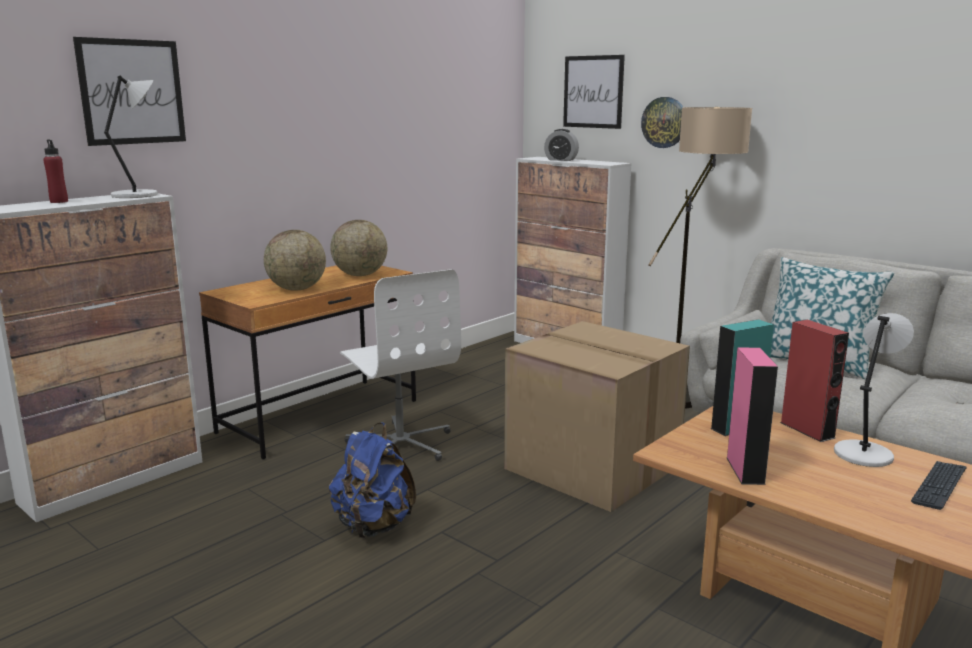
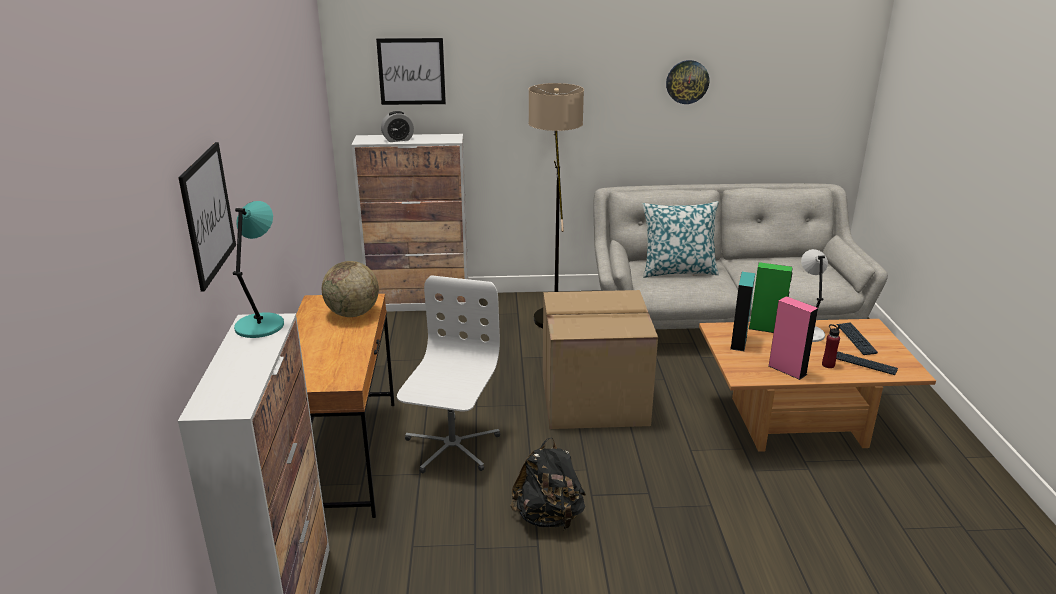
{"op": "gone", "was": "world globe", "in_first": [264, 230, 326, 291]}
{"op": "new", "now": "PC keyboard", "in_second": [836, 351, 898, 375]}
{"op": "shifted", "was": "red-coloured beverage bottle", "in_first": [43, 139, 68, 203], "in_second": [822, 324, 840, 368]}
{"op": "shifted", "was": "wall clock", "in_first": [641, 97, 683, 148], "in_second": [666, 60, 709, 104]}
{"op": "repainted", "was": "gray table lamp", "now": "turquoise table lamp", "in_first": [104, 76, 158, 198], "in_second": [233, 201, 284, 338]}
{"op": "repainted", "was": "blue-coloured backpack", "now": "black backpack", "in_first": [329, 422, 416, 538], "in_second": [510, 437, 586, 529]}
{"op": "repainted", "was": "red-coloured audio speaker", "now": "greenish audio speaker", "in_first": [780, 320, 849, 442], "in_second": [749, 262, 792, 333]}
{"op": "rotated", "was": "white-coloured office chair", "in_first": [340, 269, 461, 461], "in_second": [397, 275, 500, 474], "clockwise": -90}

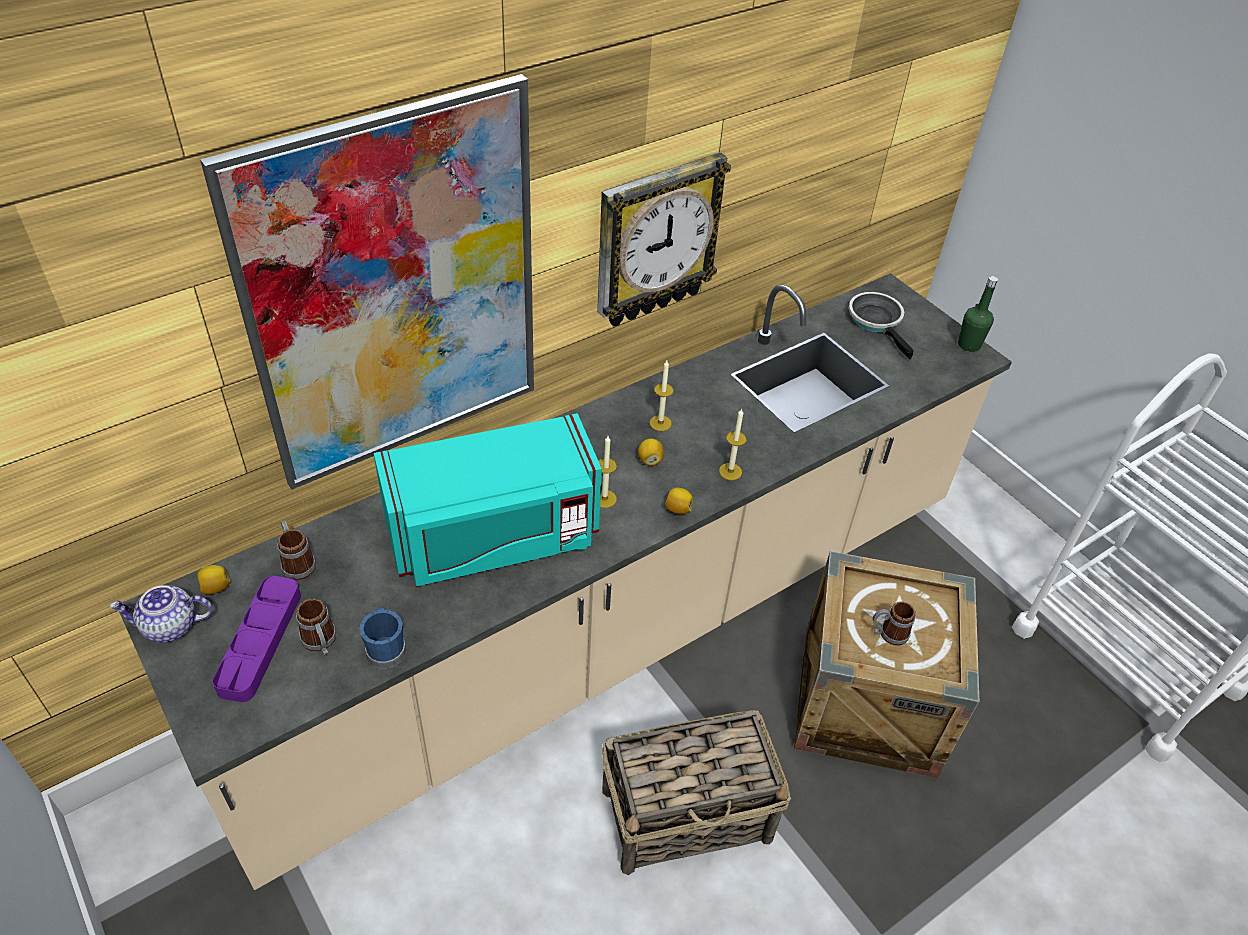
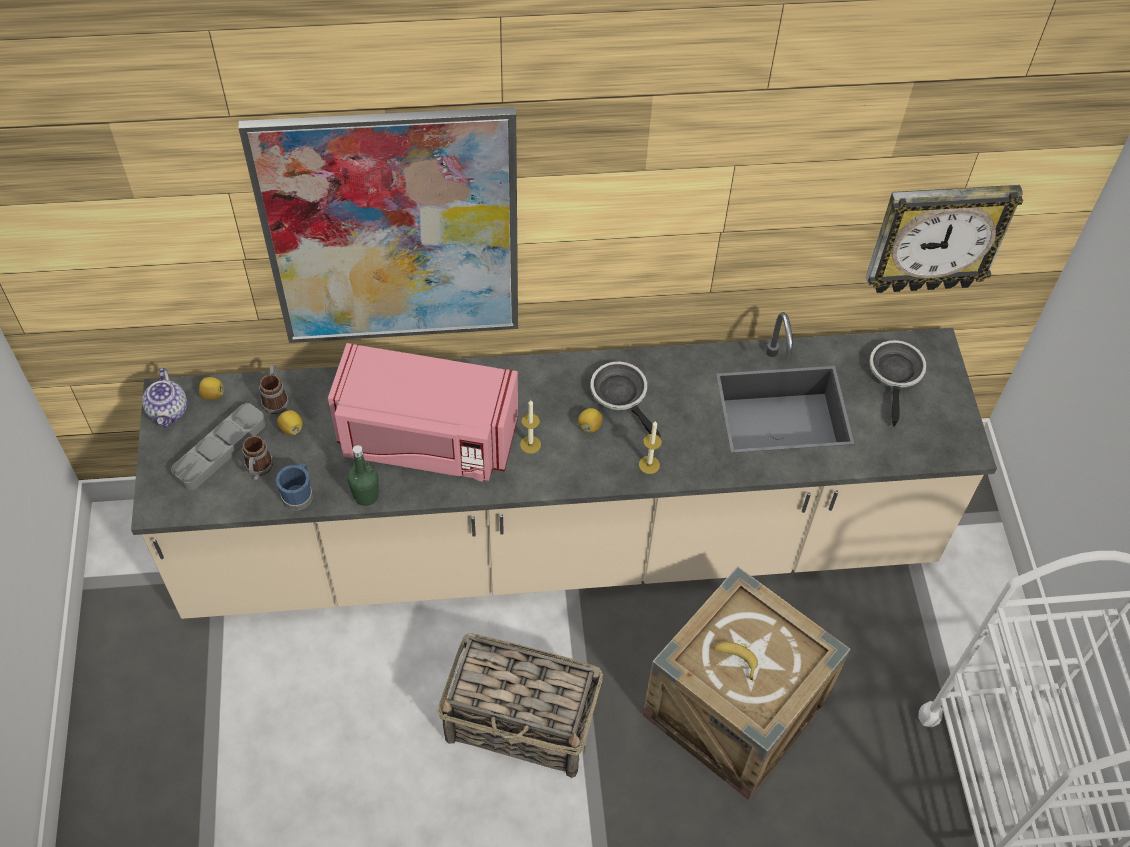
{"op": "shifted", "was": "wall clock", "in_first": [597, 152, 731, 327], "in_second": [866, 185, 1023, 293]}
{"op": "shifted", "was": "whole lemon", "in_first": [665, 488, 693, 514], "in_second": [277, 410, 303, 435]}
{"op": "shifted", "was": "greenish beverage bottle", "in_first": [958, 276, 998, 352], "in_second": [347, 445, 379, 506]}
{"op": "swapped", "was": "wax light", "now": "skillet", "in_first": [650, 360, 674, 431], "in_second": [590, 362, 661, 437]}
{"op": "swapped", "was": "mug", "now": "whole banana", "in_first": [873, 602, 915, 646], "in_second": [713, 642, 758, 680]}
{"op": "repainted", "was": "purple-coloured serving tray", "now": "gray serving tray", "in_first": [212, 576, 301, 702], "in_second": [171, 403, 266, 490]}
{"op": "repainted", "was": "turquoise kitchen microwave", "now": "pinkish kitchen microwave", "in_first": [374, 413, 602, 586], "in_second": [328, 343, 518, 482]}
{"op": "rotated", "was": "teapot", "in_first": [110, 585, 213, 643], "in_second": [142, 368, 187, 428], "clockwise": -120}

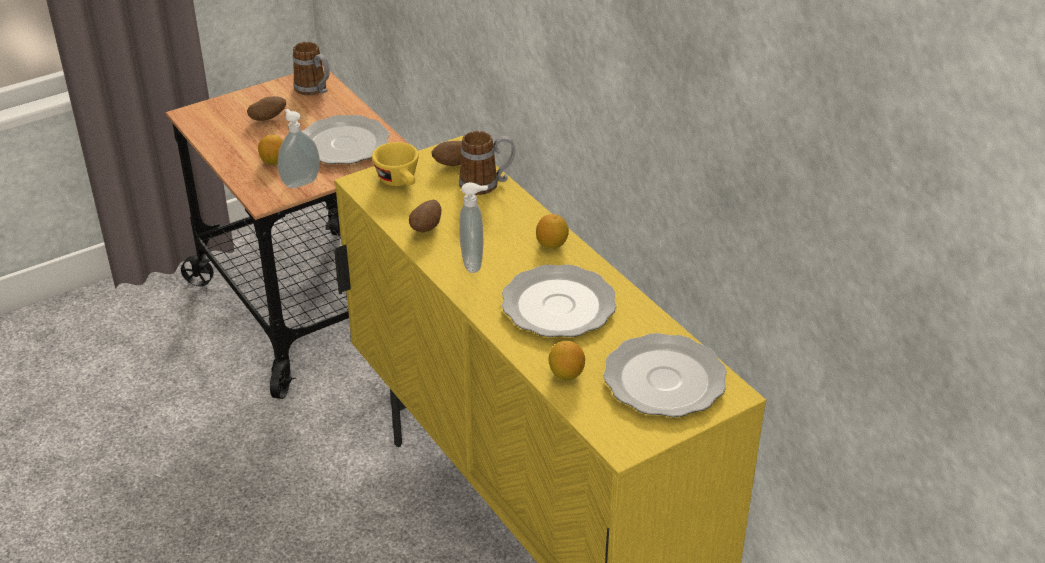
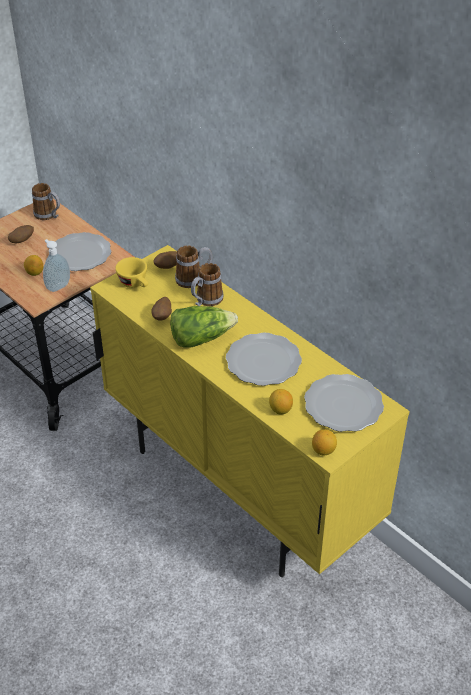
{"op": "new", "now": "mug", "in_second": [191, 263, 223, 306]}
{"op": "shifted", "was": "whole lemon", "in_first": [536, 214, 569, 249], "in_second": [312, 429, 337, 455]}
{"op": "swapped", "was": "liquid soap bottle", "now": "lettuce", "in_first": [460, 182, 488, 273], "in_second": [170, 306, 238, 348]}

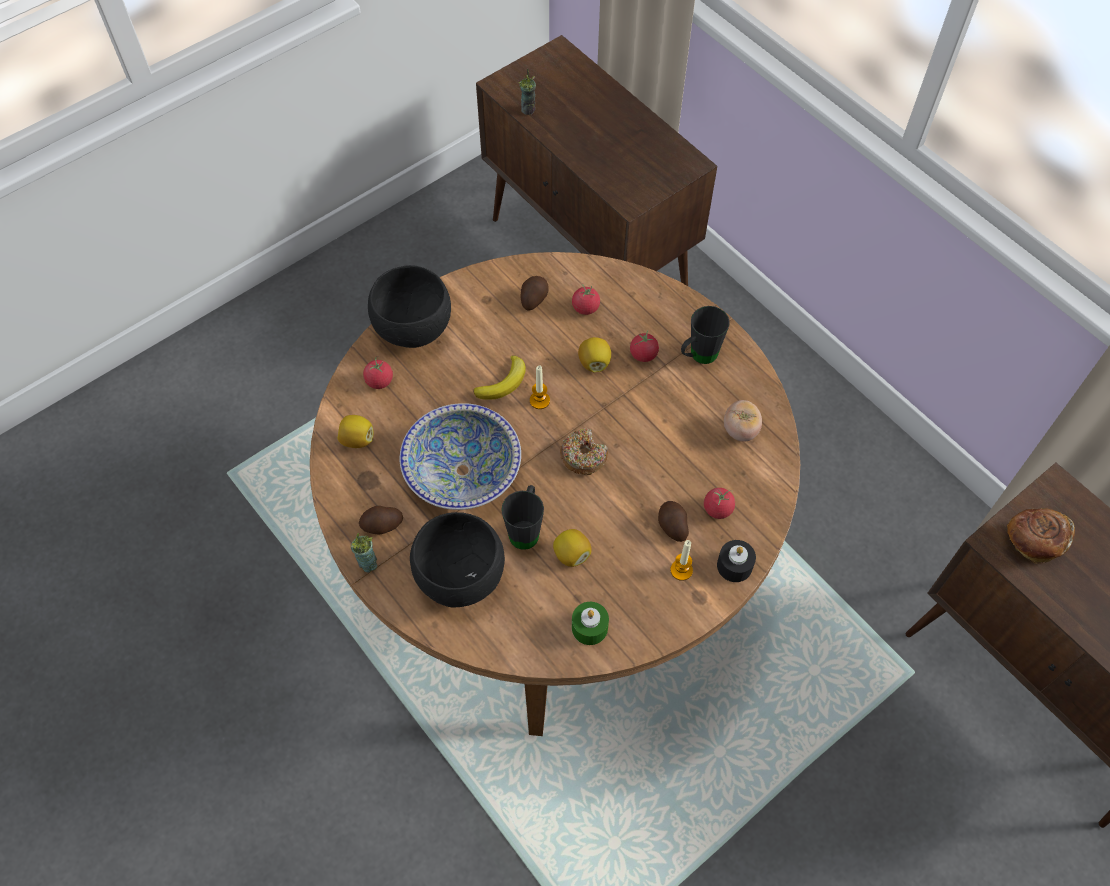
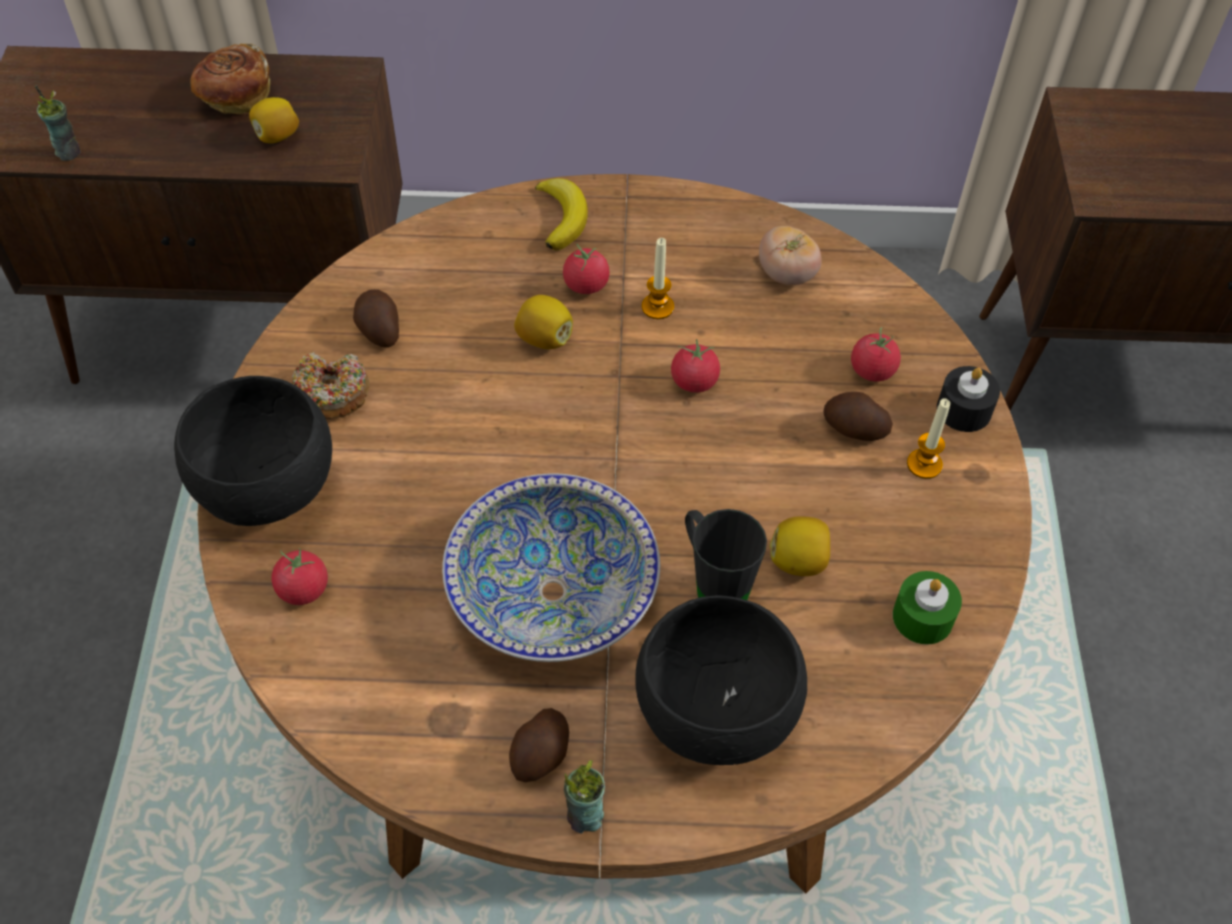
{"op": "gone", "was": "black mug", "in_first": [681, 306, 730, 364]}
{"op": "shifted", "was": "whole lemon", "in_first": [337, 415, 373, 448], "in_second": [249, 97, 299, 143]}
{"op": "shifted", "was": "whole banana", "in_first": [473, 355, 526, 400], "in_second": [535, 178, 588, 251]}
{"op": "shifted", "was": "wax light", "in_first": [530, 366, 550, 409], "in_second": [642, 238, 674, 319]}
{"op": "shifted", "was": "donut", "in_first": [560, 428, 608, 475], "in_second": [292, 351, 369, 419]}
{"op": "shifted", "was": "whole tomato", "in_first": [572, 283, 600, 315], "in_second": [671, 339, 720, 393]}
{"op": "shifted", "was": "baked bread", "in_first": [1007, 509, 1075, 564], "in_second": [191, 43, 270, 114]}

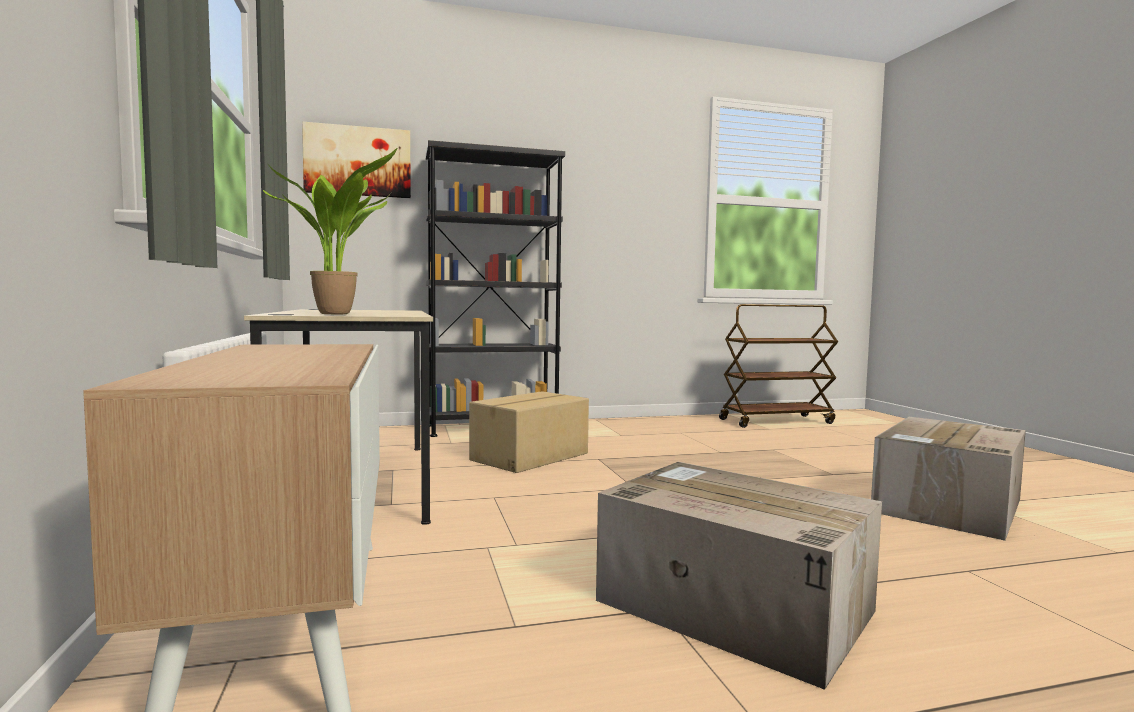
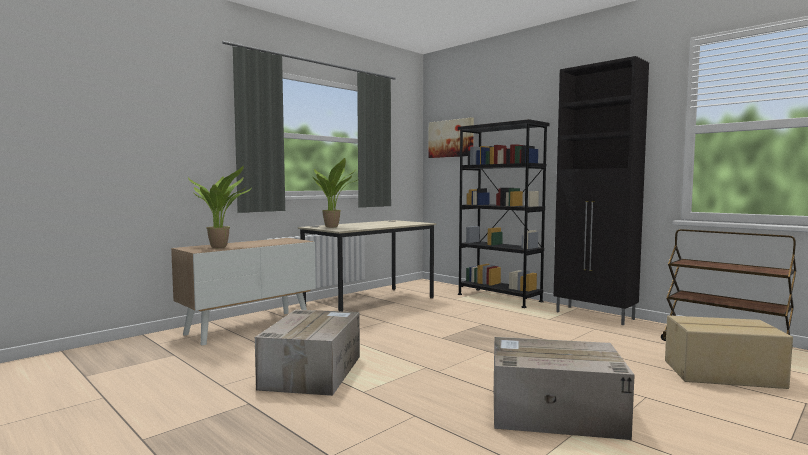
{"op": "new", "now": "houseplant", "in_second": [188, 166, 252, 248]}
{"op": "new", "now": "black cabinet", "in_second": [554, 56, 649, 325]}
{"op": "shifted", "was": "carton", "in_first": [469, 391, 589, 473], "in_second": [665, 316, 793, 389]}

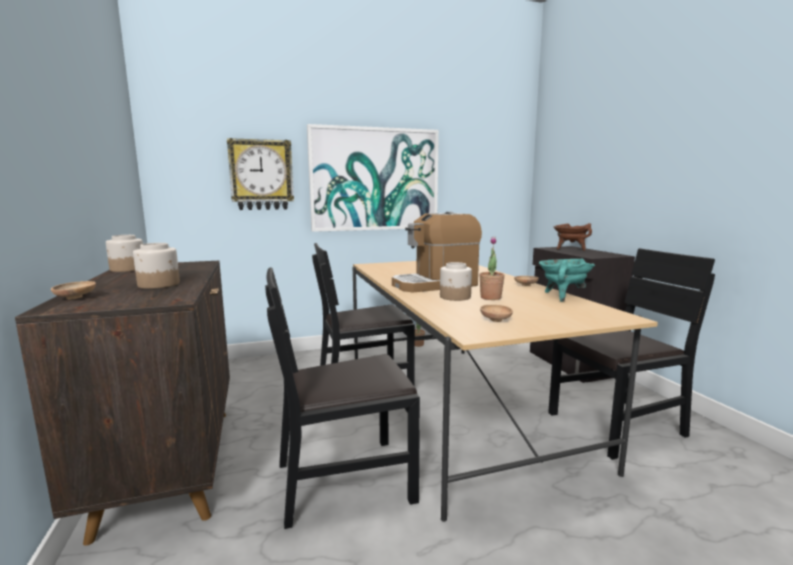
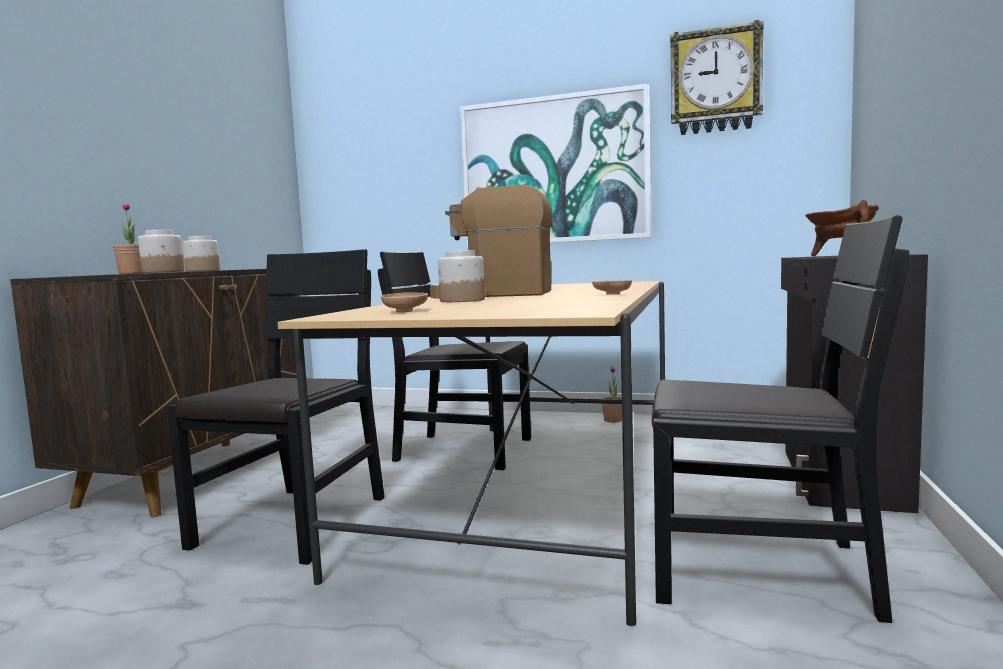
{"op": "gone", "was": "brown serving bowl", "in_first": [51, 281, 96, 300]}
{"op": "gone", "was": "turquoise saucepot", "in_first": [539, 259, 595, 302]}
{"op": "shifted", "was": "wall clock", "in_first": [227, 138, 294, 210], "in_second": [670, 20, 764, 135]}
{"op": "shifted", "was": "houseplant", "in_first": [479, 237, 504, 300], "in_second": [113, 202, 142, 274]}
{"op": "rotated", "was": "black plain chair", "in_first": [265, 268, 420, 529], "in_second": [167, 249, 385, 565], "clockwise": 90}

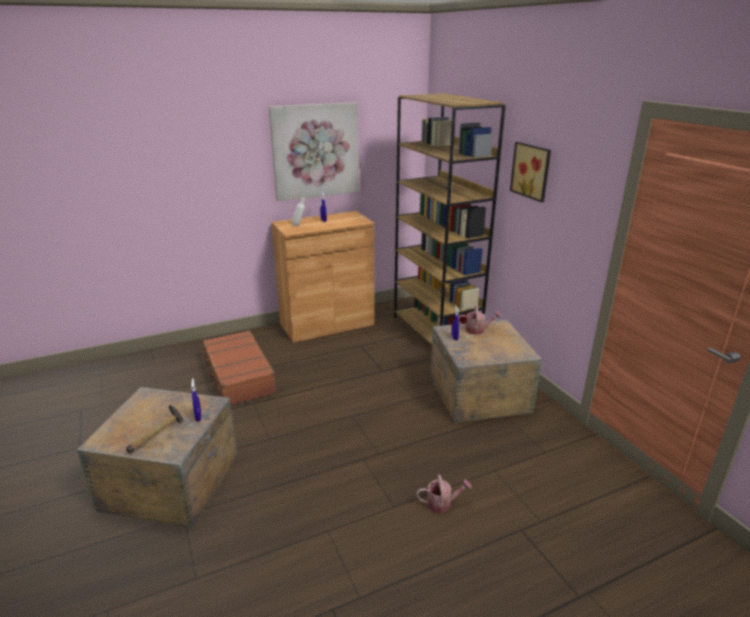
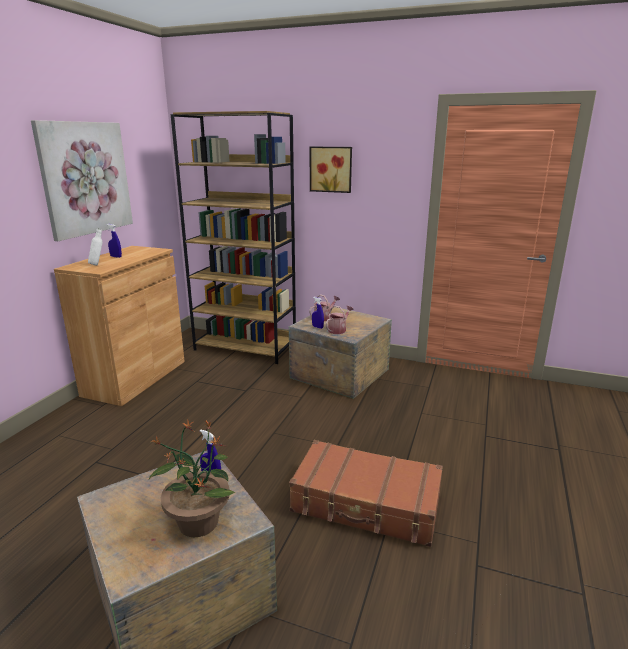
{"op": "shifted", "was": "brown suitcase", "in_first": [203, 330, 277, 405], "in_second": [289, 440, 443, 547]}
{"op": "shifted", "was": "watering pot", "in_first": [416, 474, 472, 513], "in_second": [326, 305, 353, 334]}
{"op": "swapped", "was": "hammer", "now": "houseplant", "in_first": [126, 405, 184, 453], "in_second": [149, 420, 235, 537]}

